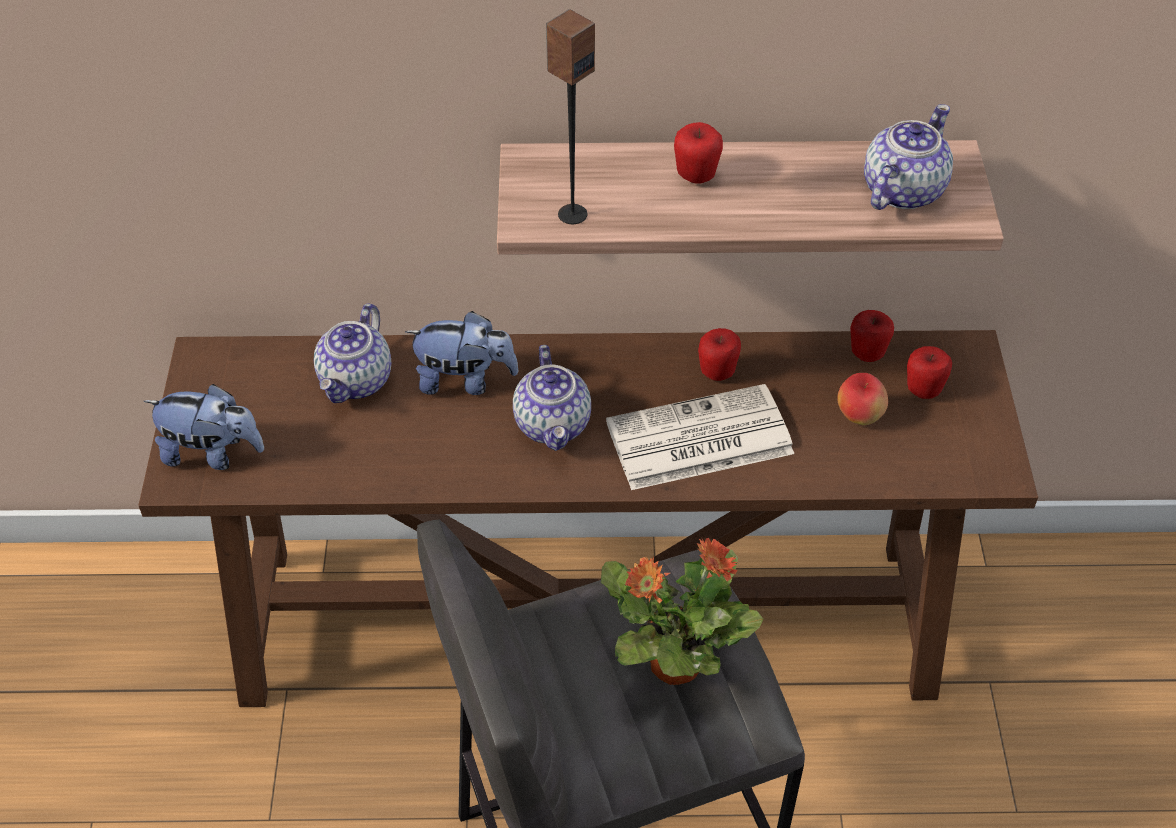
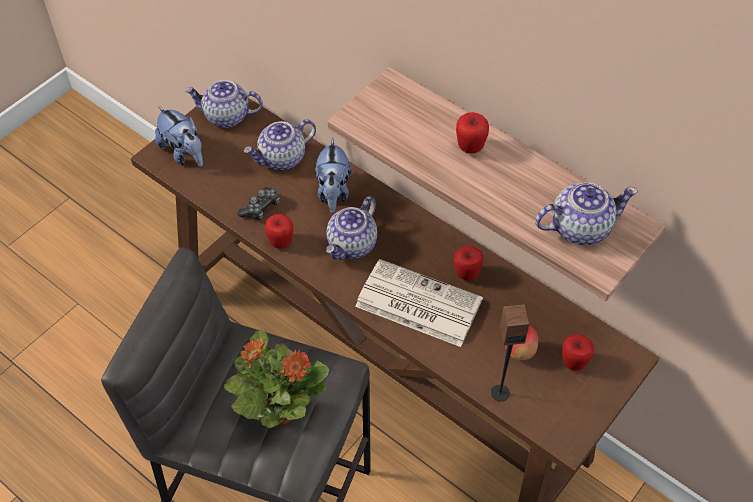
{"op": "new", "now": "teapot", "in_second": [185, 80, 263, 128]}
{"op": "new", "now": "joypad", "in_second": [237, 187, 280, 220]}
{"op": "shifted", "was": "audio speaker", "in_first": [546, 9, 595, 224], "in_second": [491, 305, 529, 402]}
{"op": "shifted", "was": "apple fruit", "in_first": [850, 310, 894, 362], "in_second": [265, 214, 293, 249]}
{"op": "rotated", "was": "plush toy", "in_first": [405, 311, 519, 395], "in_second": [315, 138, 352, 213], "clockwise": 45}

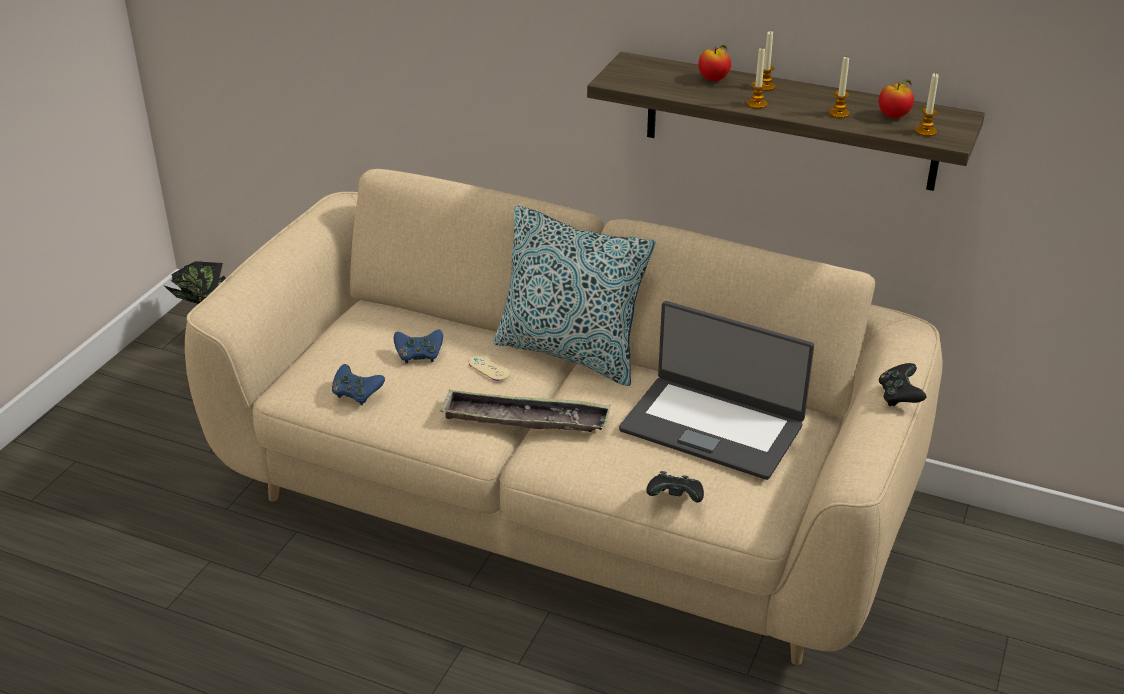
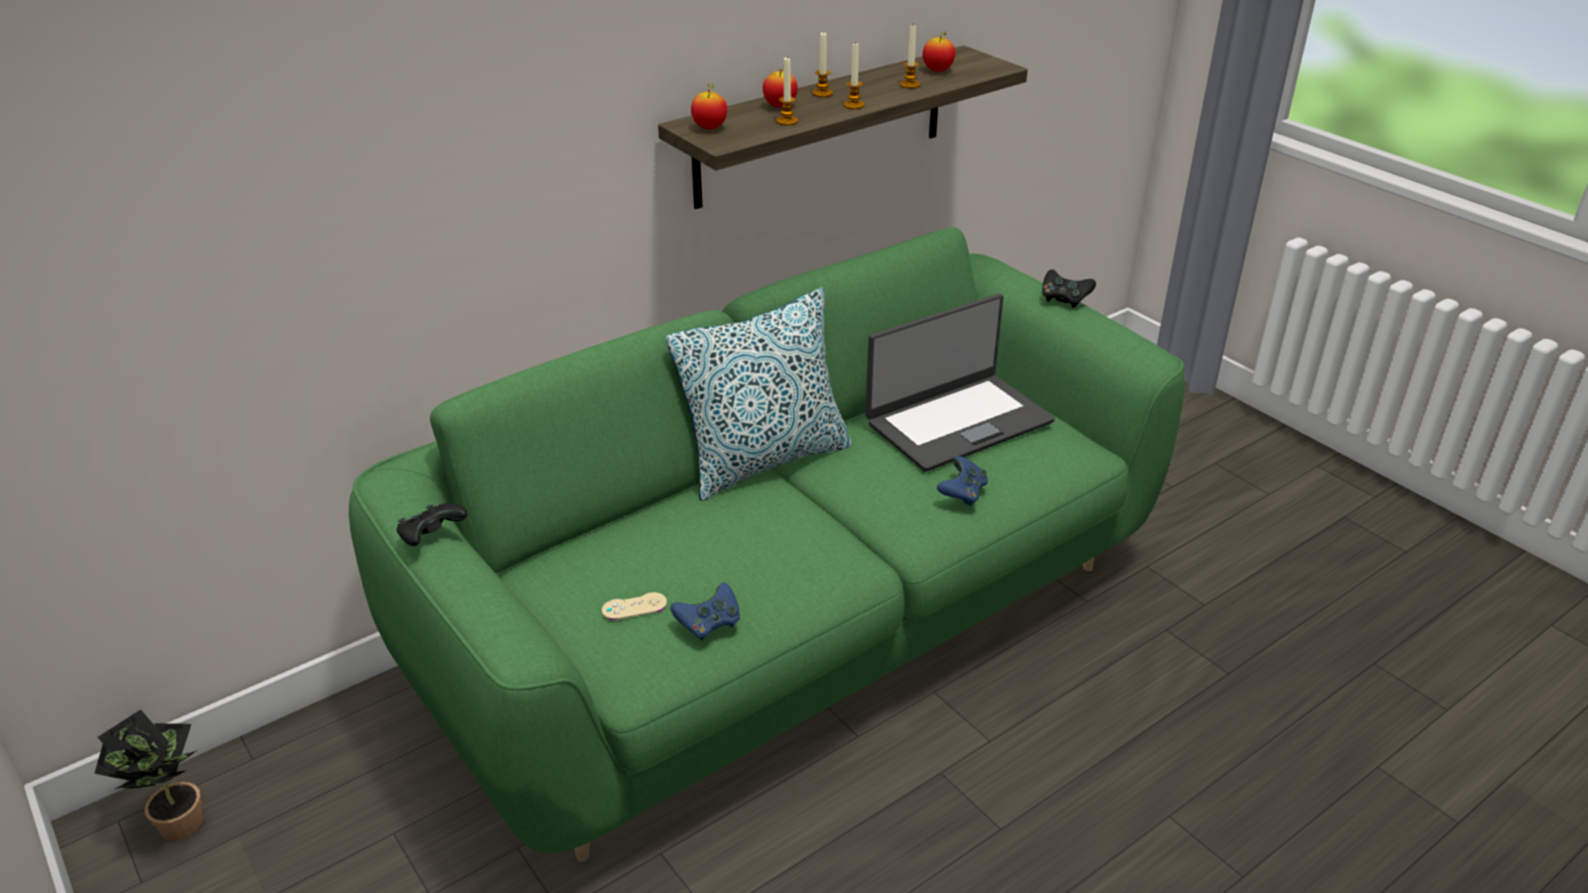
{"op": "gone", "was": "serving tray", "in_first": [440, 389, 610, 432]}
{"op": "new", "now": "apple fruit", "in_second": [691, 83, 727, 129]}
{"op": "shifted", "was": "blue-coloured joypad", "in_first": [394, 330, 443, 363], "in_second": [937, 456, 988, 506]}
{"op": "shifted", "was": "sand-coloured joypad", "in_first": [469, 355, 510, 381], "in_second": [602, 592, 667, 620]}
{"op": "shifted", "was": "black joypad", "in_first": [646, 471, 704, 503], "in_second": [396, 503, 468, 546]}
{"op": "shifted", "was": "wax light", "in_first": [915, 73, 939, 136], "in_second": [776, 58, 798, 125]}
{"op": "repainted", "was": "sand-coloured settee", "now": "greenish settee", "in_first": [185, 169, 943, 665], "in_second": [349, 227, 1185, 862]}

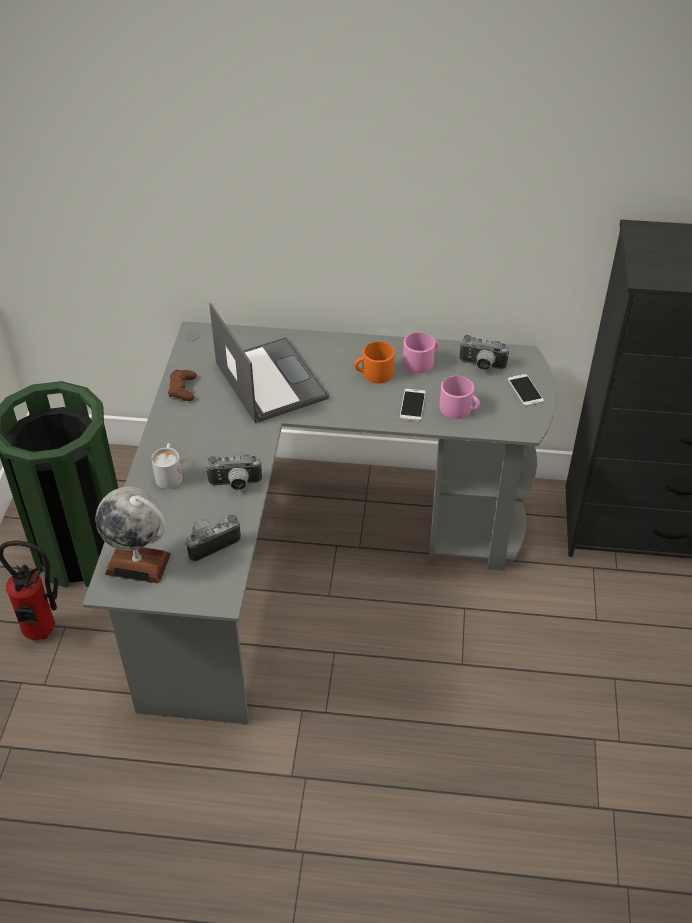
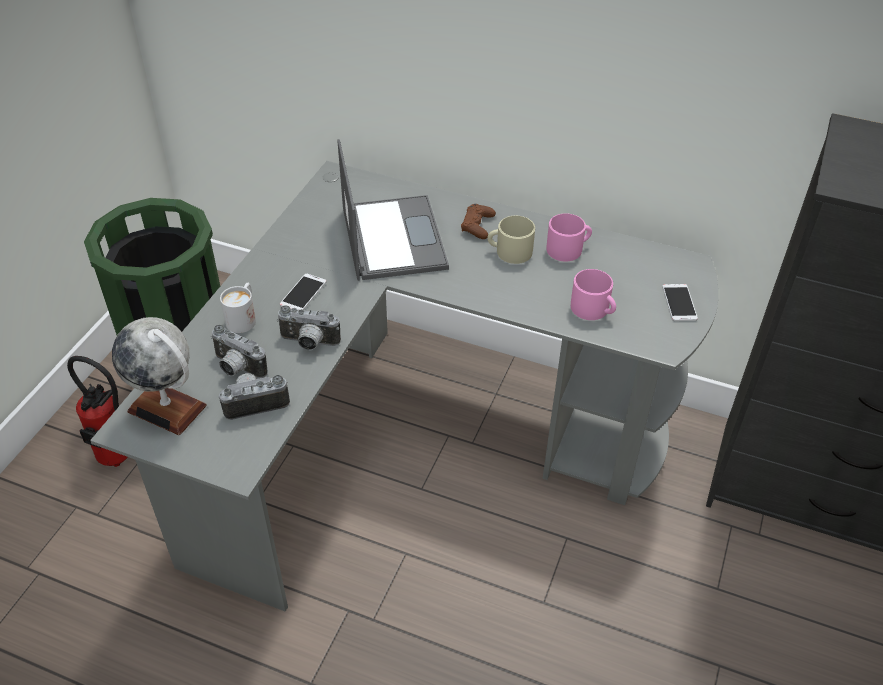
{"op": "shifted", "was": "brown joypad", "in_first": [168, 370, 197, 401], "in_second": [461, 204, 496, 239]}
{"op": "shifted", "was": "handset", "in_first": [400, 389, 426, 421], "in_second": [280, 274, 326, 310]}
{"op": "shifted", "was": "still camera", "in_first": [459, 335, 509, 370], "in_second": [210, 325, 268, 378]}
{"op": "repainted", "was": "orange-coloured mug", "now": "sand-coloured mug", "in_first": [354, 342, 395, 384], "in_second": [487, 216, 535, 264]}

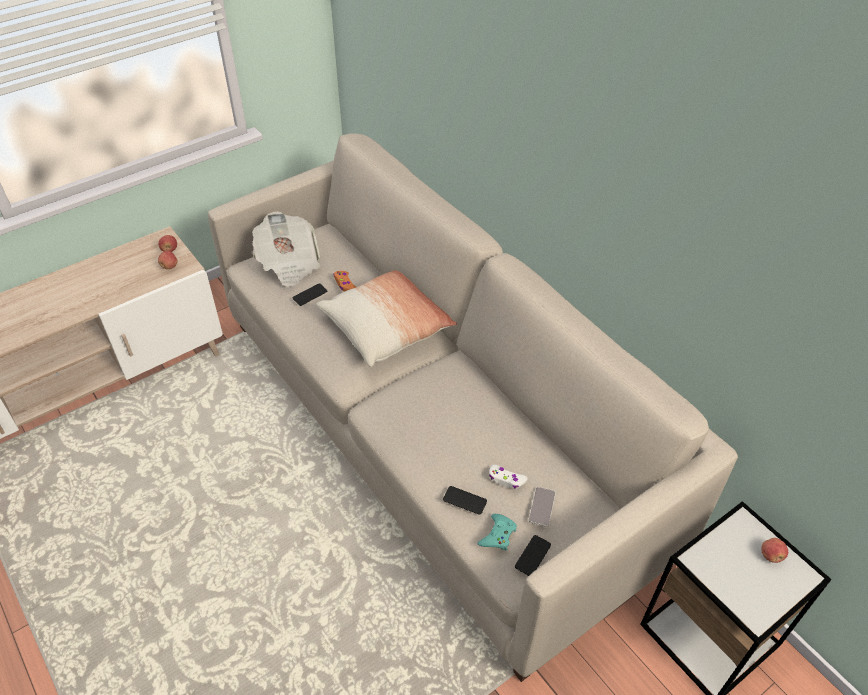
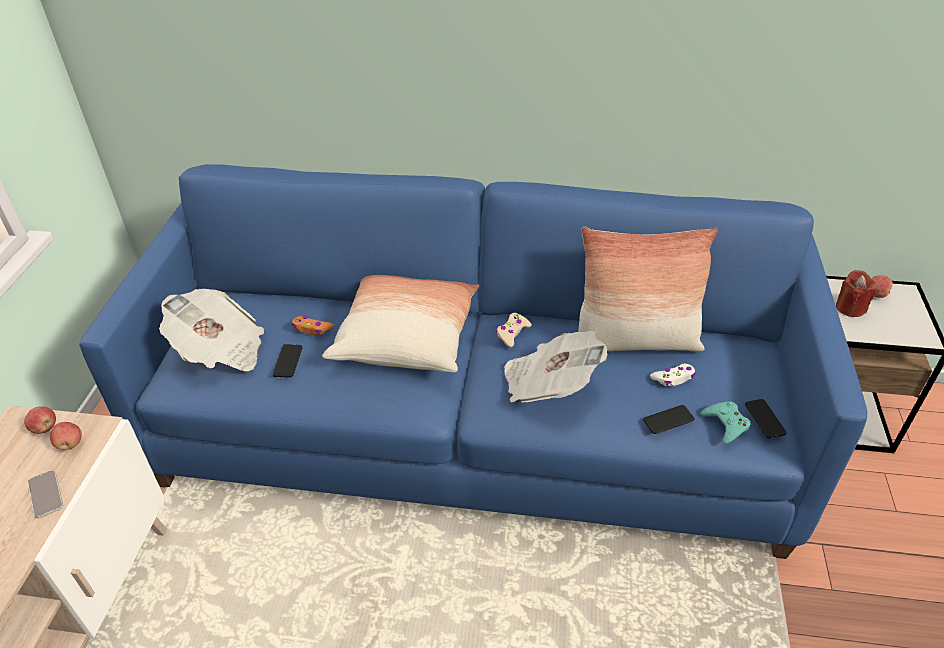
{"op": "new", "now": "sand-coloured joypad", "in_second": [496, 313, 532, 348]}
{"op": "new", "now": "printed paper", "in_second": [504, 331, 608, 403]}
{"op": "new", "now": "throw pillow", "in_second": [578, 227, 718, 351]}
{"op": "new", "now": "red-coloured wax light", "in_second": [836, 270, 876, 317]}
{"op": "shifted", "was": "handset", "in_first": [529, 487, 556, 527], "in_second": [28, 470, 63, 518]}
{"op": "repainted", "was": "sand-coloured settee", "now": "blue-coloured settee", "in_first": [208, 133, 738, 682], "in_second": [79, 164, 867, 559]}

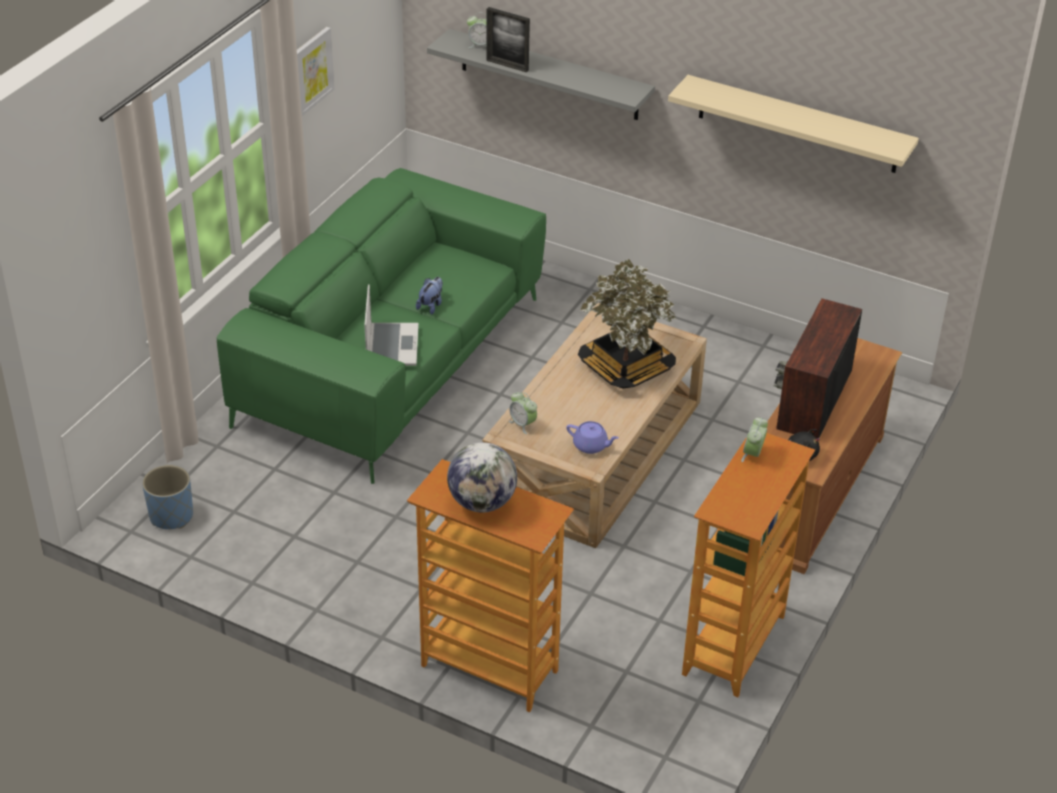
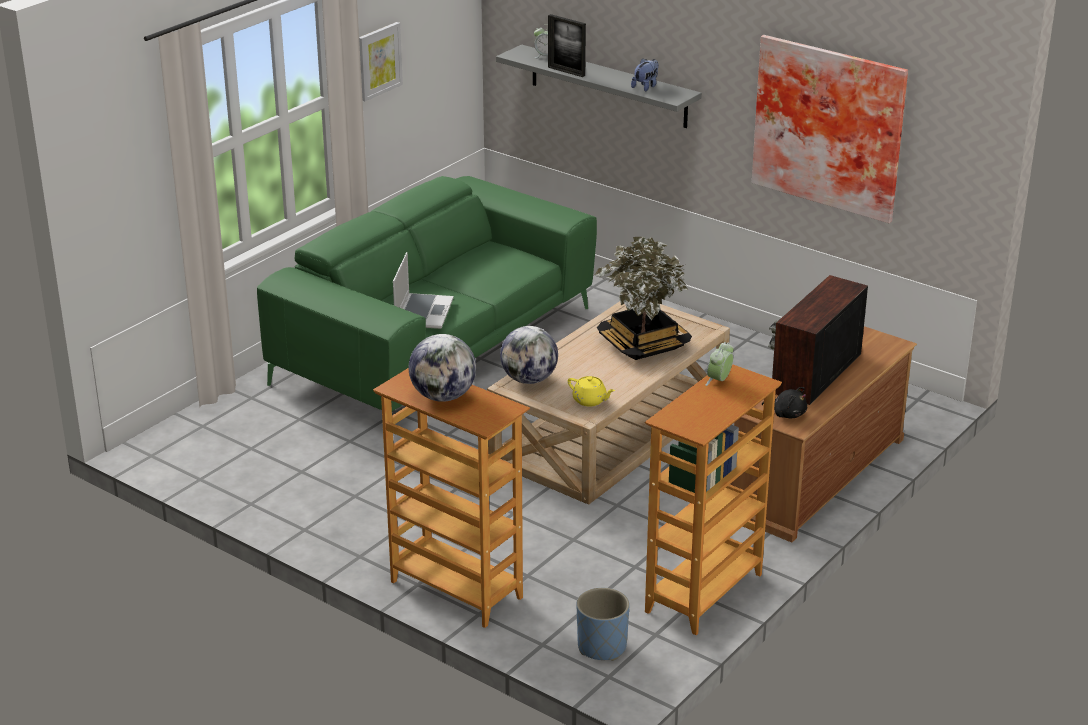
{"op": "shifted", "was": "blue-coloured flower pot", "in_first": [142, 465, 193, 529], "in_second": [576, 588, 630, 661]}
{"op": "shifted", "was": "plush toy", "in_first": [416, 277, 443, 314], "in_second": [631, 58, 659, 91]}
{"op": "swapped", "was": "alarm clock", "now": "world globe", "in_first": [509, 392, 537, 434], "in_second": [500, 326, 558, 384]}
{"op": "swapped", "was": "sand-coloured wall shelf", "now": "picture", "in_first": [668, 75, 919, 173], "in_second": [752, 35, 908, 223]}
{"op": "repainted", "was": "purple-coloured teapot", "now": "yellow teapot", "in_first": [566, 421, 619, 454], "in_second": [568, 376, 615, 406]}

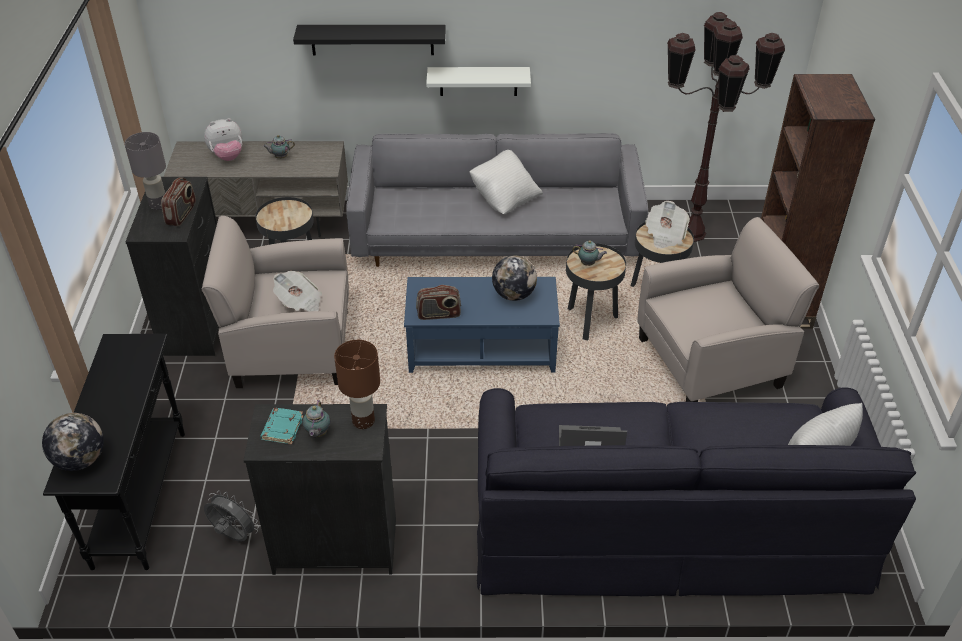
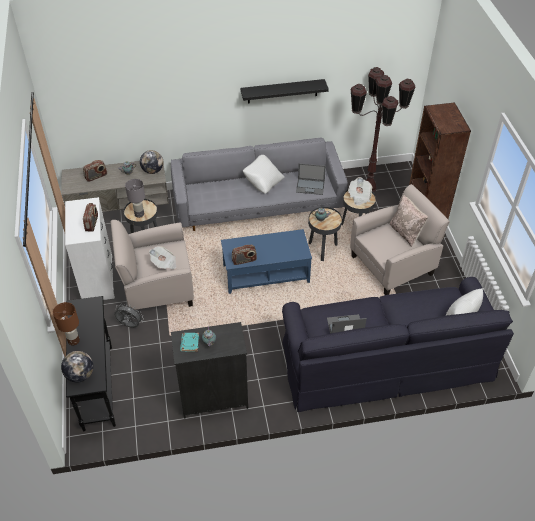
{"op": "gone", "was": "white-coloured wall shelf", "in_first": [426, 67, 531, 96]}
{"op": "new", "now": "laptop", "in_second": [296, 163, 326, 195]}
{"op": "new", "now": "sand-coloured throw pillow", "in_second": [389, 195, 428, 247]}
{"op": "shifted", "was": "gray table lamp", "in_first": [125, 132, 166, 210], "in_second": [125, 179, 145, 218]}
{"op": "shifted", "was": "gray electric fan", "in_first": [204, 490, 259, 542], "in_second": [114, 303, 144, 328]}
{"op": "shifted", "was": "black wall shelf", "in_first": [293, 25, 446, 55], "in_second": [241, 79, 329, 103]}
{"op": "shifted", "was": "brown table lamp", "in_first": [334, 340, 380, 429], "in_second": [53, 302, 80, 346]}
{"op": "shifted", "was": "world globe", "in_first": [492, 255, 537, 301], "in_second": [140, 150, 163, 174]}
{"op": "swapped", "was": "plush toy", "now": "radio set", "in_first": [204, 118, 242, 161], "in_second": [83, 160, 107, 182]}
{"op": "repainted", "was": "black chest of drawers", "now": "white-coloured chest of drawers", "in_first": [125, 177, 219, 356], "in_second": [65, 197, 115, 300]}

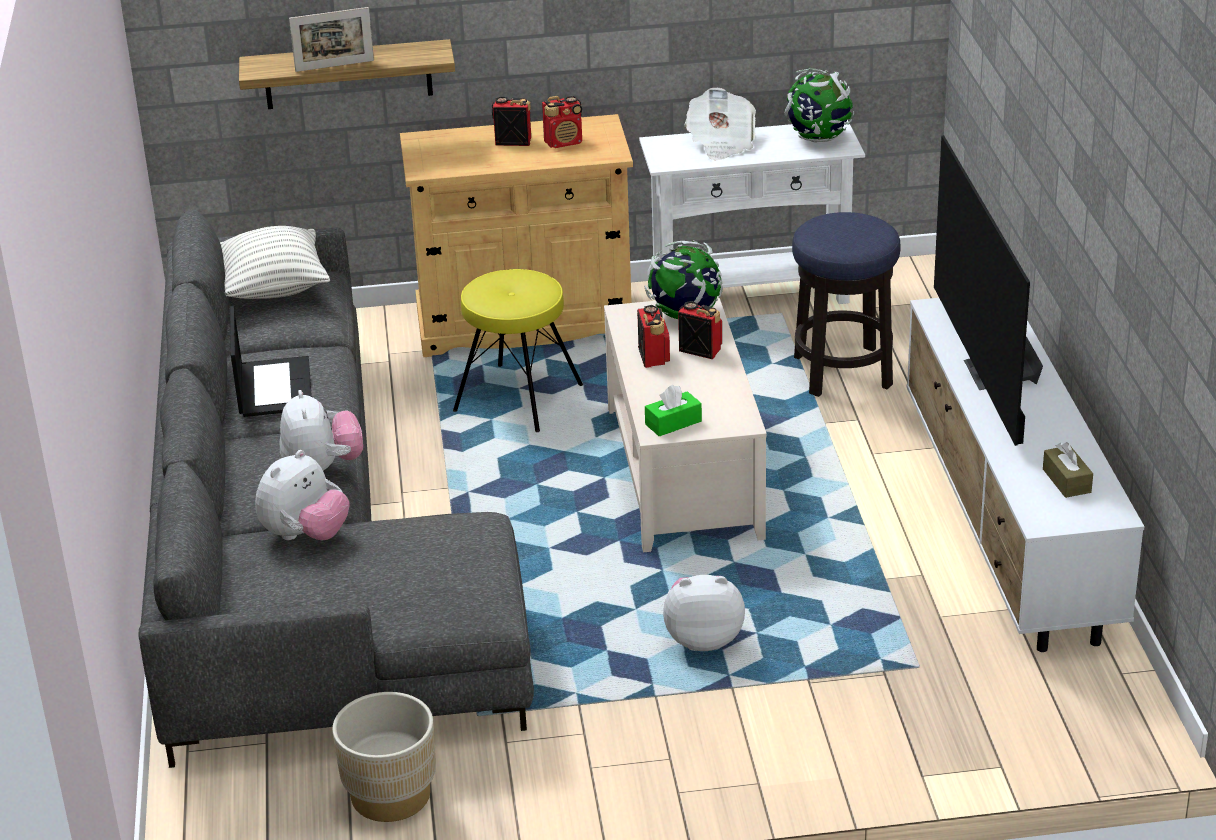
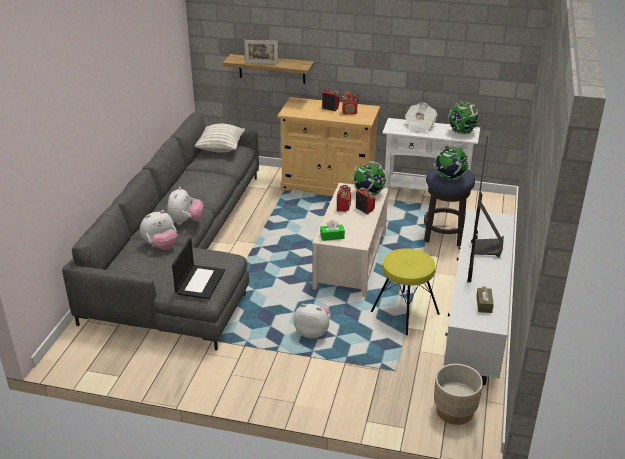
{"op": "new", "now": "world globe", "in_second": [433, 145, 469, 180]}
{"op": "shifted", "was": "laptop", "in_first": [230, 306, 312, 417], "in_second": [172, 238, 225, 299]}
{"op": "shifted", "was": "sand-coloured flower pot", "in_first": [332, 692, 436, 822], "in_second": [434, 364, 483, 425]}
{"op": "shifted", "was": "yellow sitting stool", "in_first": [453, 269, 583, 432], "in_second": [371, 248, 440, 336]}

